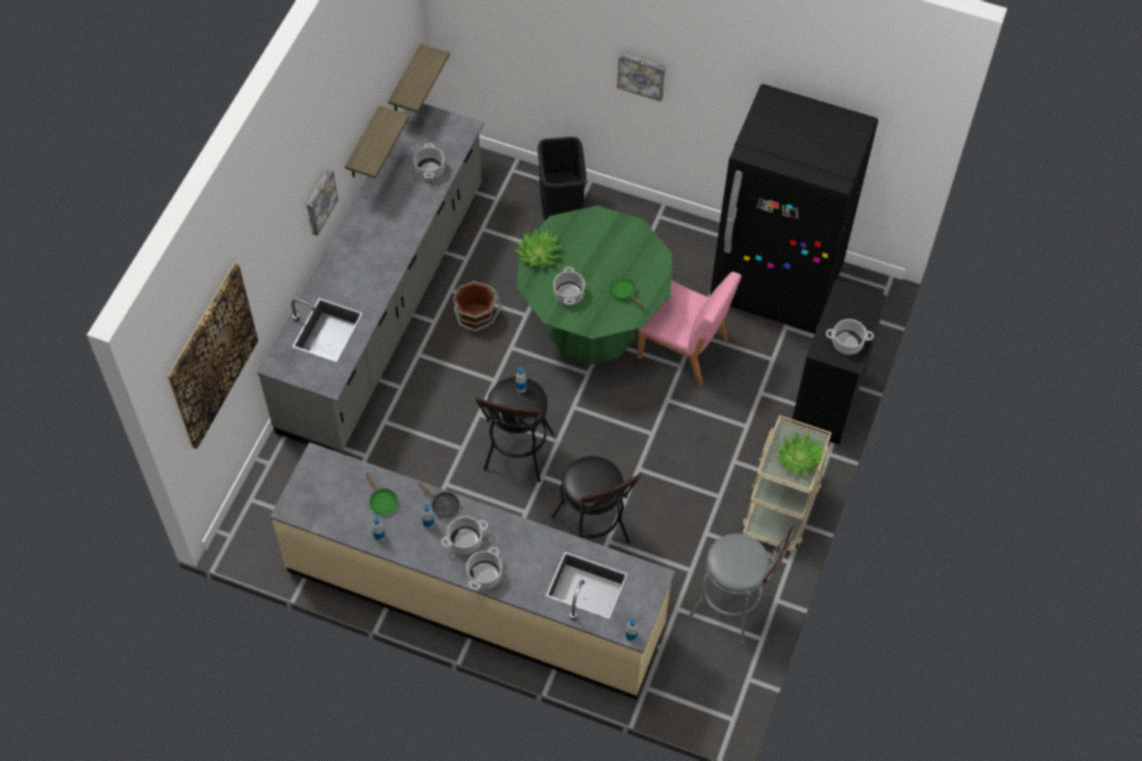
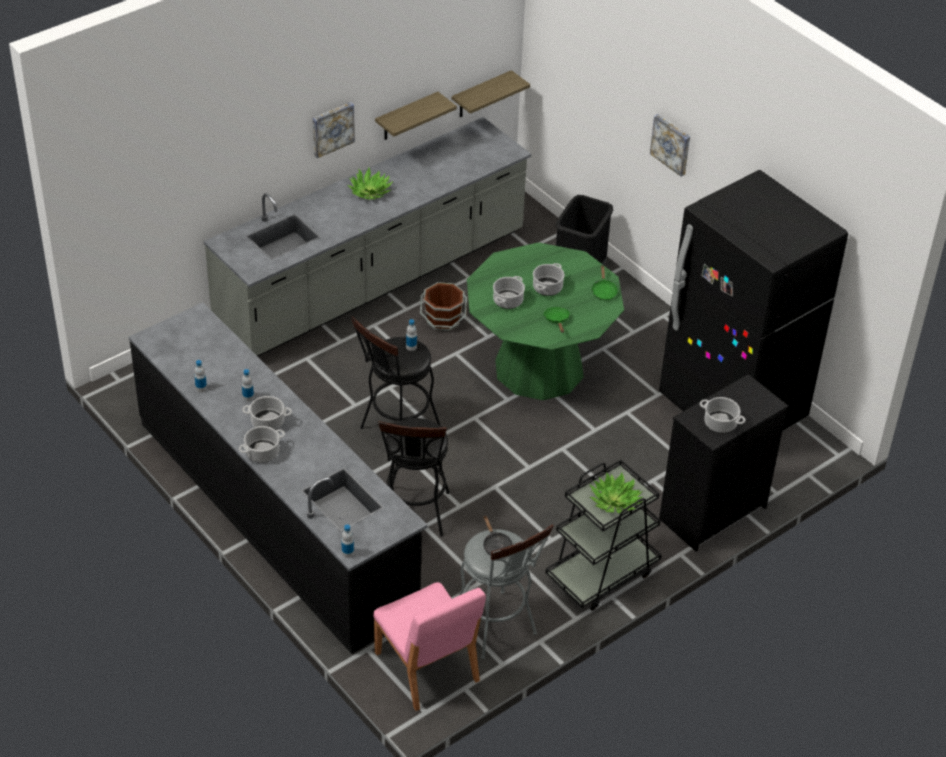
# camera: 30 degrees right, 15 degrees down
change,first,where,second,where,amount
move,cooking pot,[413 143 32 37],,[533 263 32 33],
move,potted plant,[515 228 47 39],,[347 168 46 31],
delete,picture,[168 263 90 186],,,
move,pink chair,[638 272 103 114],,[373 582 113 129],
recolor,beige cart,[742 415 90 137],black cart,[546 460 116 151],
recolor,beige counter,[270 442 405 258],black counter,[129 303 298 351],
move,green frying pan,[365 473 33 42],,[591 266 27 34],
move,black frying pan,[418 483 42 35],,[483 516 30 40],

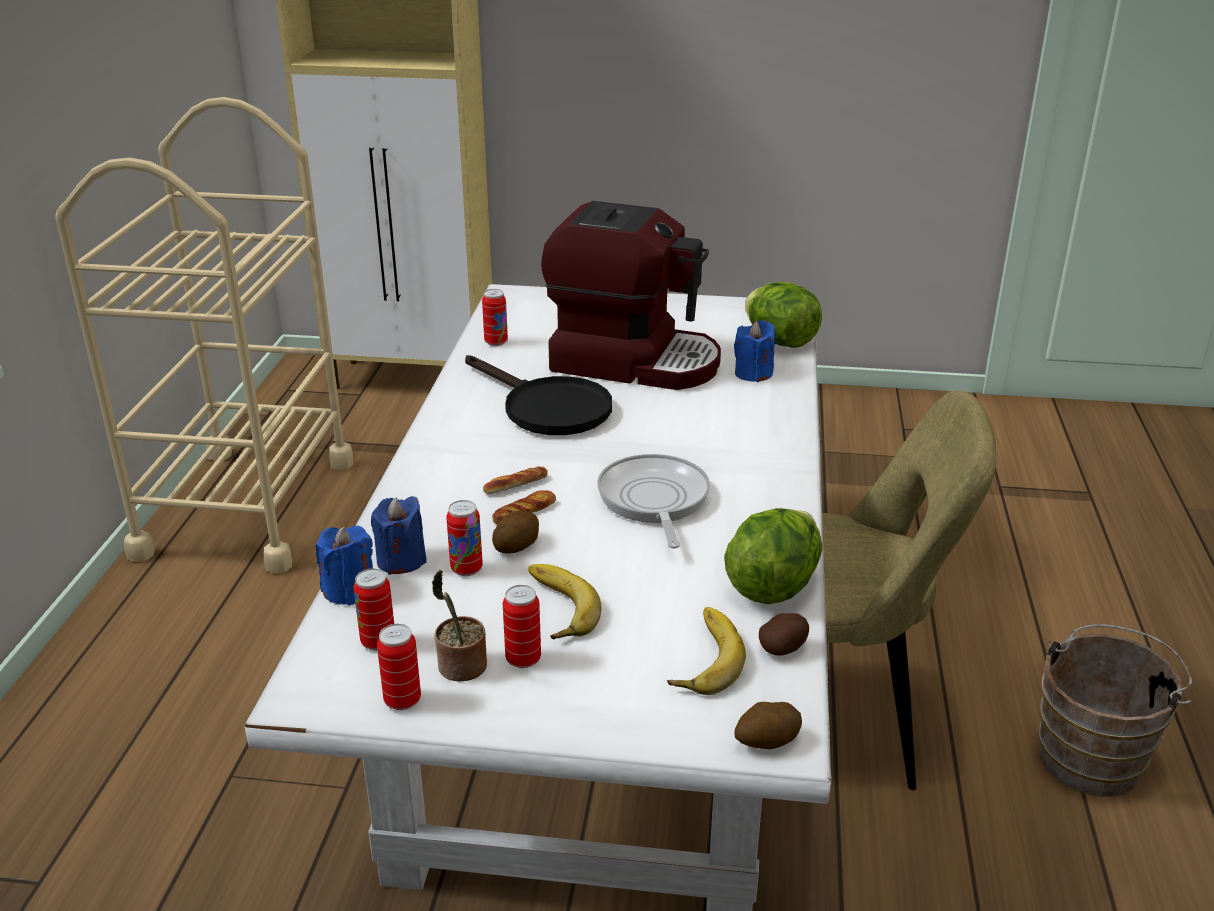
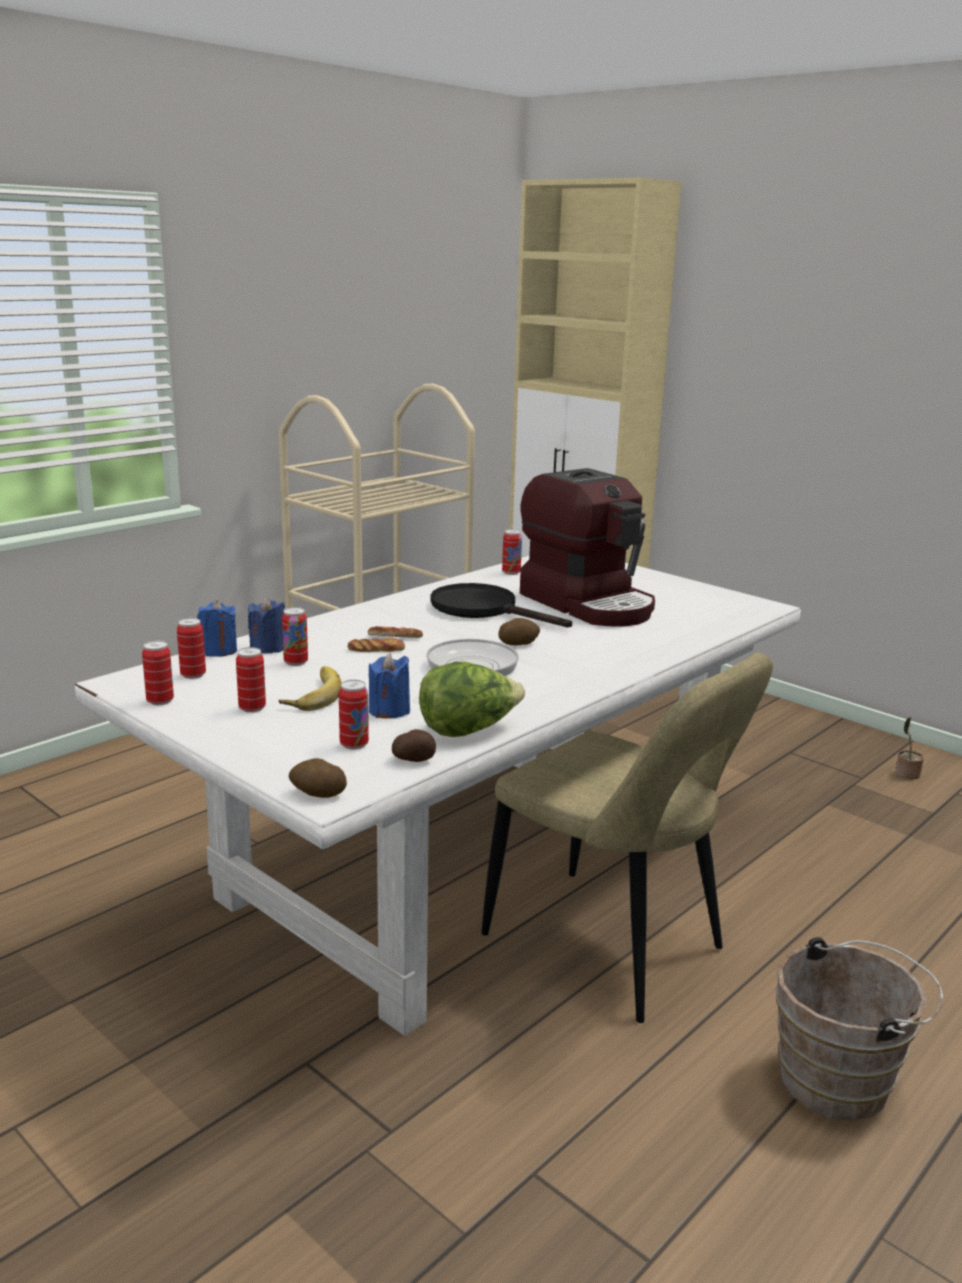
# camera: 35 degrees right, 10 degrees down
change,first,where,second,where,amount
delete,lettuce,[745 282 77 66],,,
move,blue candle,[734 320 41 62],,[368 653 42 65],
rotate,black frying pan,[465 355 147 80],,[431 583 141 44],135 degrees clockwise
move,potato,[492 511 47 43],,[498 618 42 27],
move,potted plant,[432 570 55 112],,[895 717 29 63],
replace,banana,[667 607 79 88],can,[339 680 30 70],

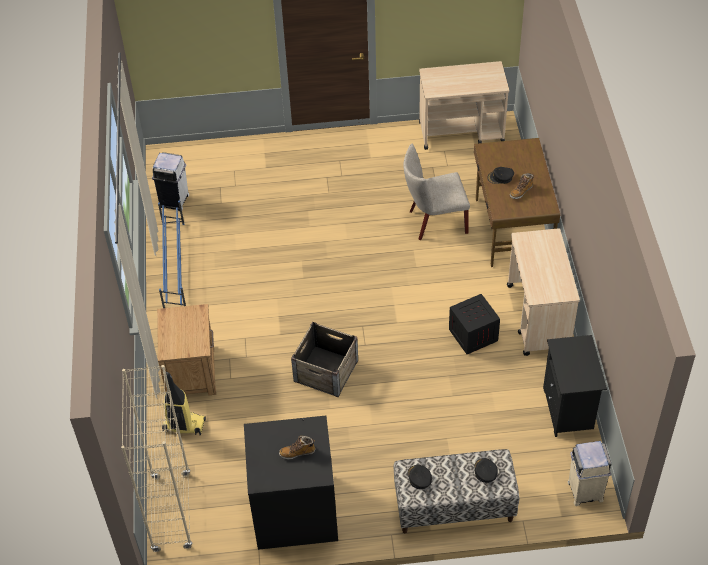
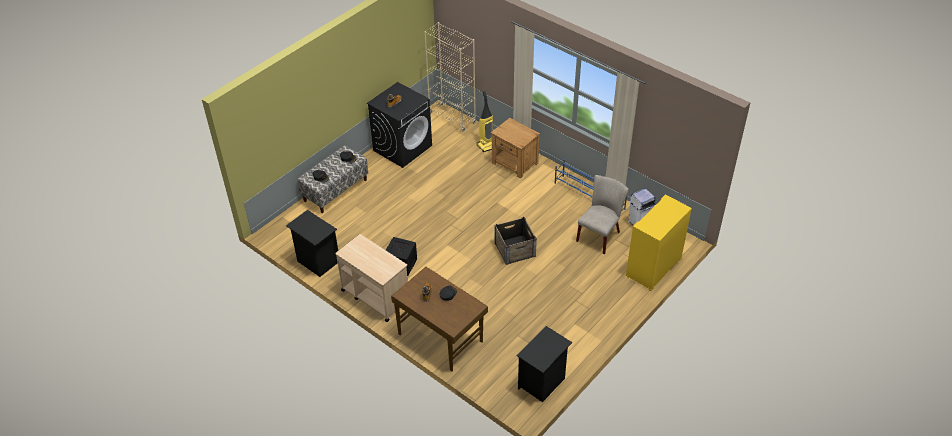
# camera: 135 degrees right, 5 degrees down
change,first,where,second,where,amount
replace,beige cart,[419 61 90 89],black nightstand,[517 326 55 76],
move,beige chair,[403 143 67 97],,[576 175 53 79],
move,crate,[291 322 67 75],,[495 217 42 48],
delete,beige trash can,[567 441 45 65],,,
insert,,,yellow cabinet,[626 195 66 96],

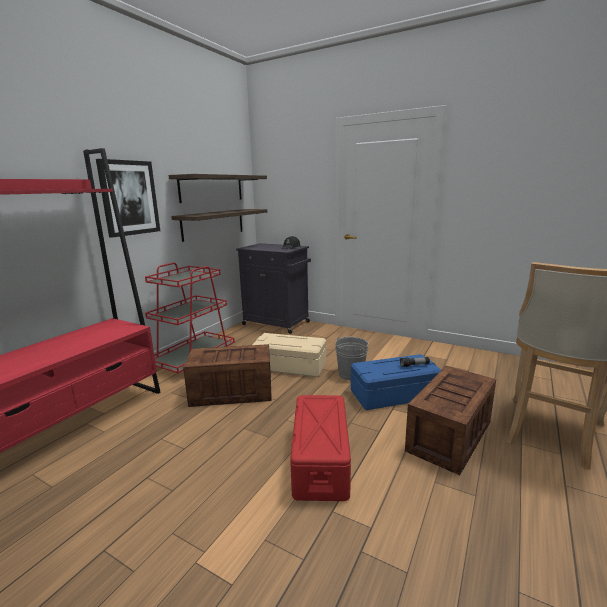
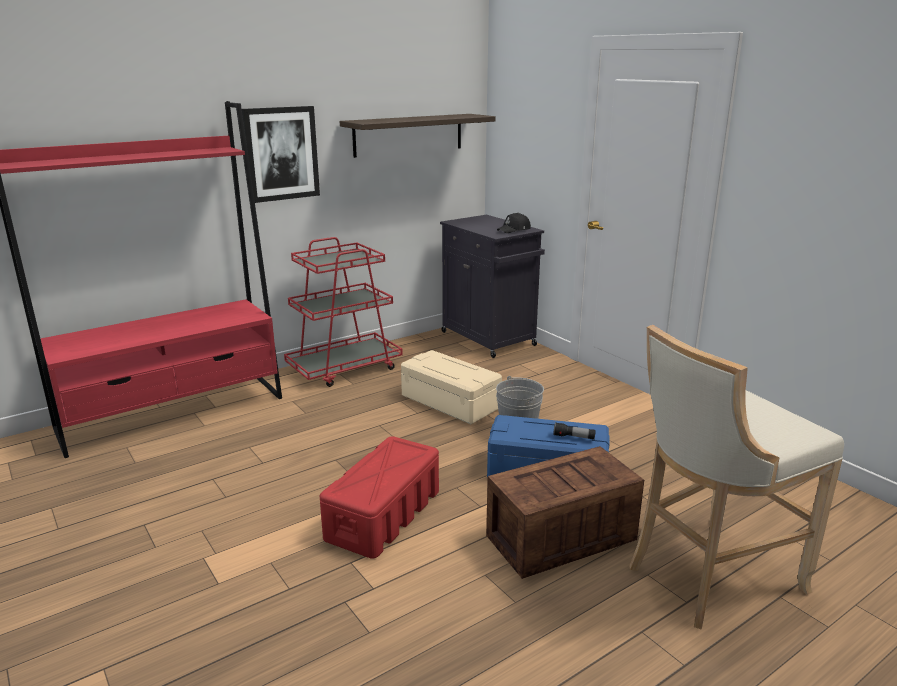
# camera: 25 degrees right, 5 degrees up
change,first,where,second,where,amount
delete,shelf,[171 209 96 33],,,
delete,crate,[183 344 89 63],,,

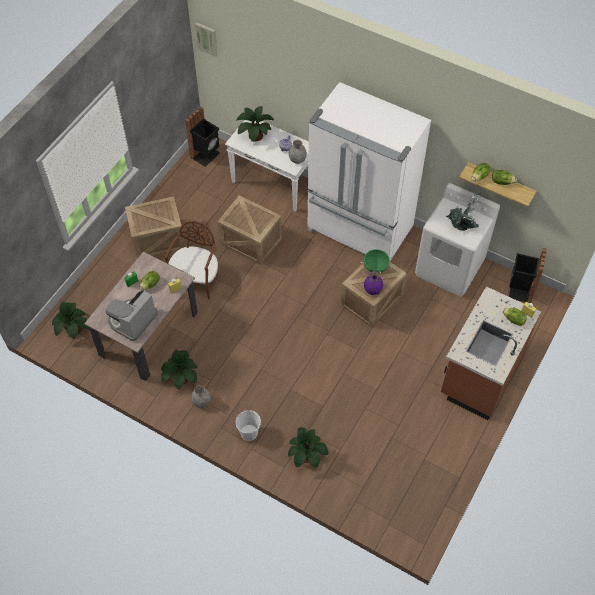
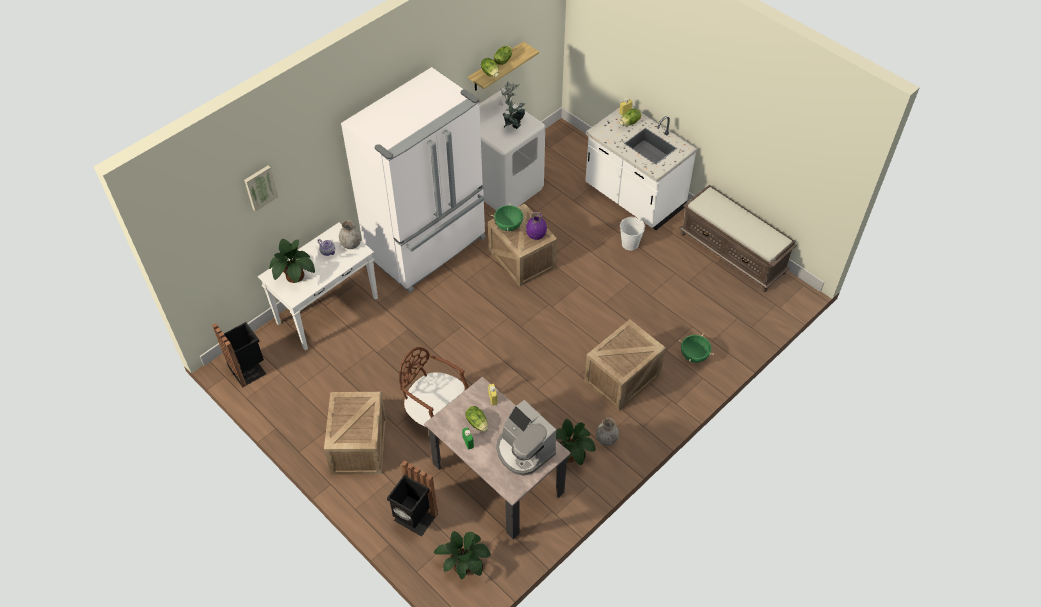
# camera: 75 degrees left, 5 degrees down
change,first,where,second,where,amount
move,picture,[195 22 23 35],,[244 166 34 46],
move,crate,[218 195 64 70],,[584 319 82 92],
move,black trash can,[509 248 38 55],,[387 460 51 77],
recolor,brown counter,[441 286 100 134],white counter,[585 107 112 123],
move,white bucket,[236 410 25 31],,[620 217 26 34],
replace,potted plant,[288 427 41 41],green cooking pot,[679 334 35 29],
insert,,,brown bench,[679 185 118 107],

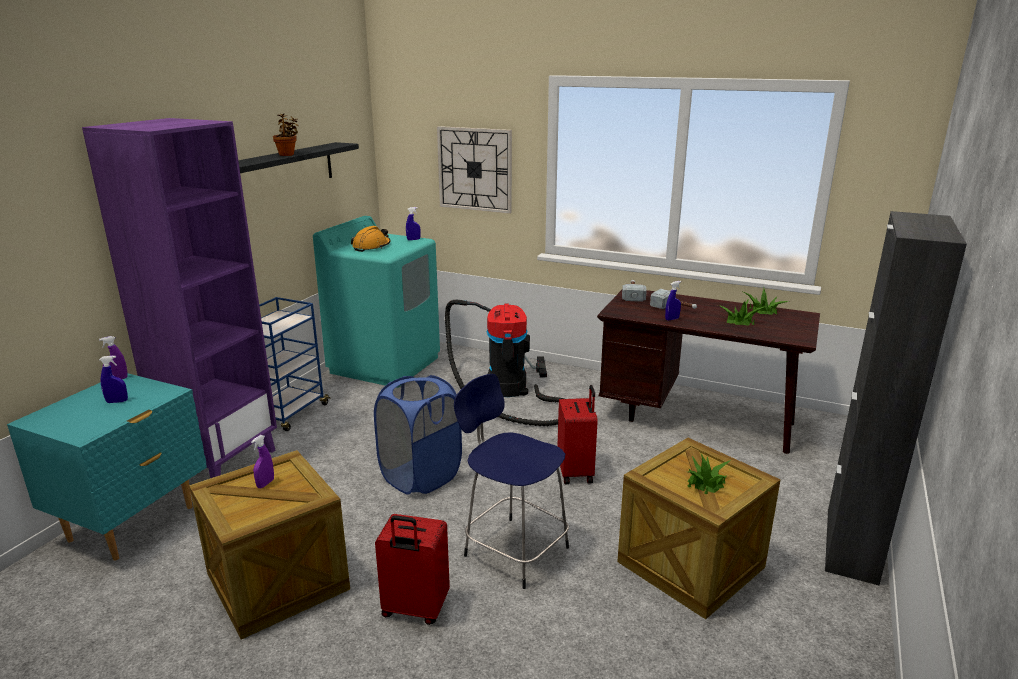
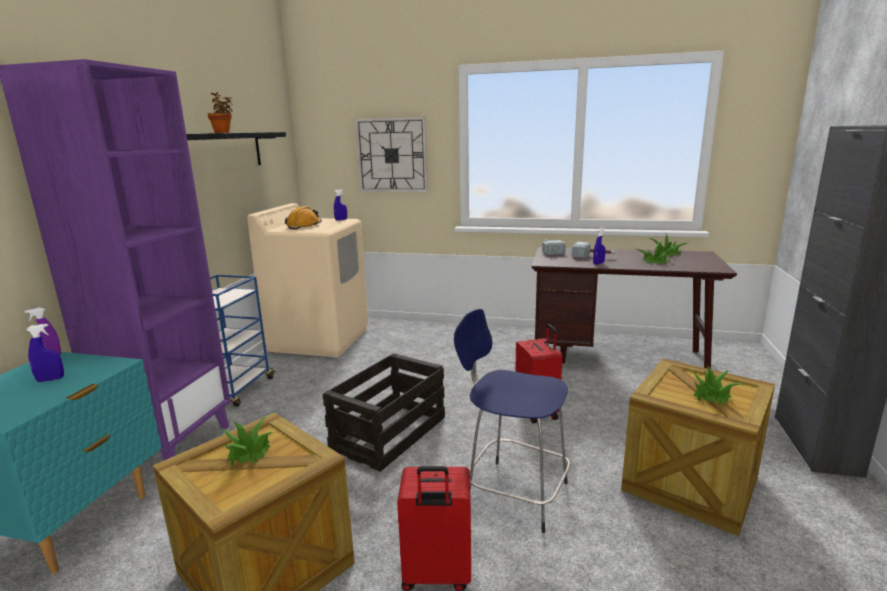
# camera: 10 degrees left, 5 degrees down
change,first,where,second,where,amount
recolor,turquoise washing machine,[313 216 127 170],beige washing machine,[247 203 121 154],
delete,vacuum cleaner,[445 300 120 126],,,
replace,blue laundry basket,[374 375 88 120],crate,[322 353 123 119],
replace,purple spray bottle,[251 435 23 53],potted plant,[222 416 51 50],

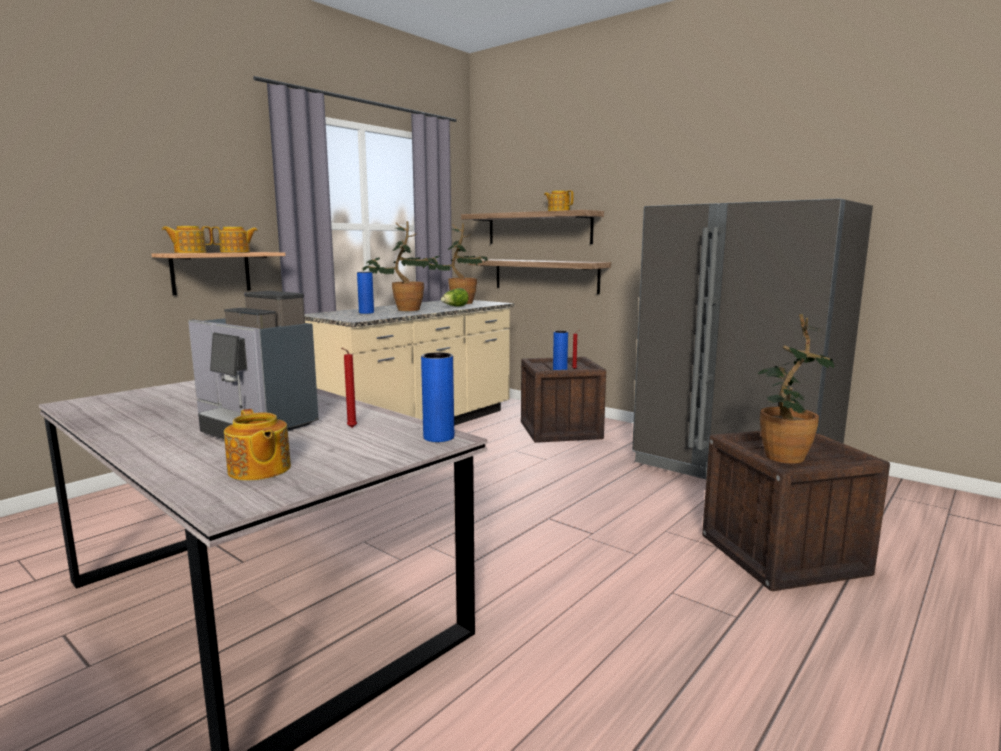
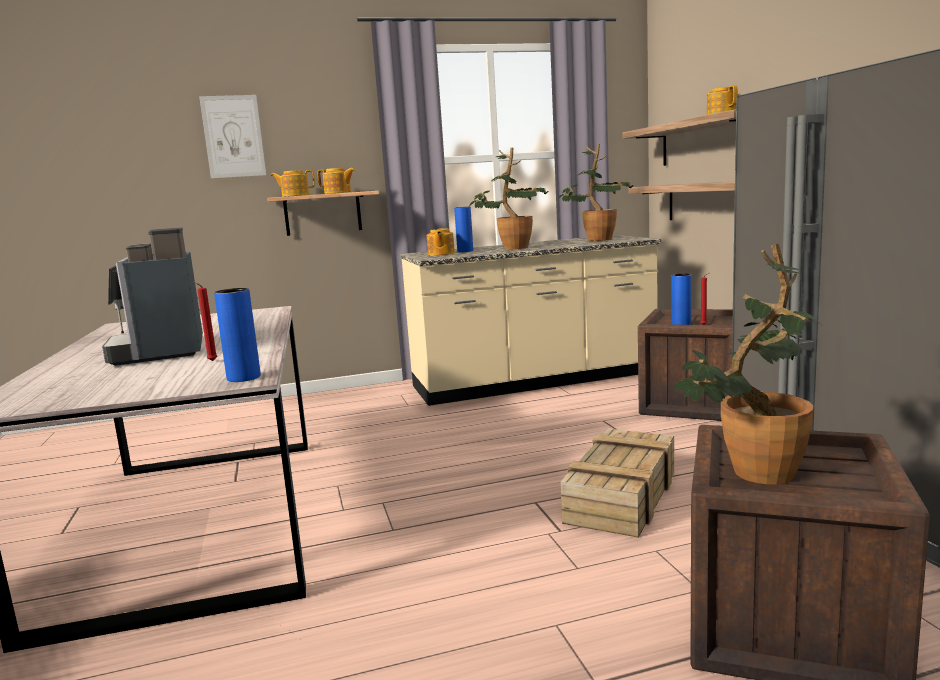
# camera: 35 degrees right, 0 degrees up
change,first,where,second,where,amount
delete,lettuce,[441 288 28 19],,,
move,teapot,[224 409 67 72],,[427 228 28 28],
insert,,,picture,[199 95 67 83],
insert,,,crate,[560 429 114 109],

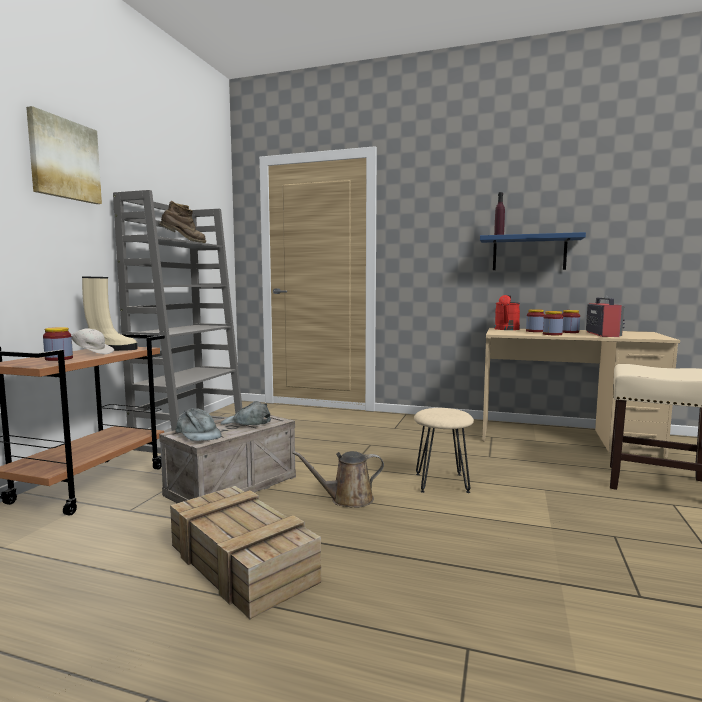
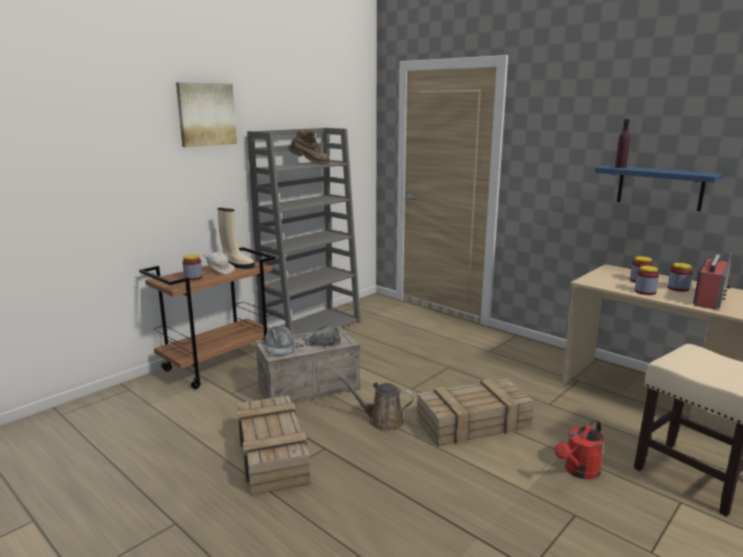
# camera: 25 degrees right, 10 degrees up
change,first,where,second,where,amount
move,red watering can,[495 295 25 35],,[555 419 50 60],
replace,beige stool,[414 408 60 85],crate,[417 379 117 67],

